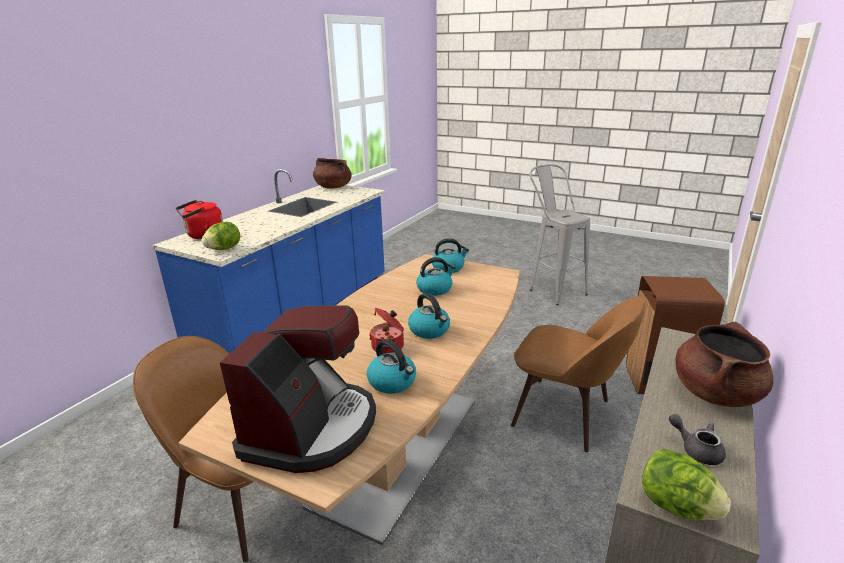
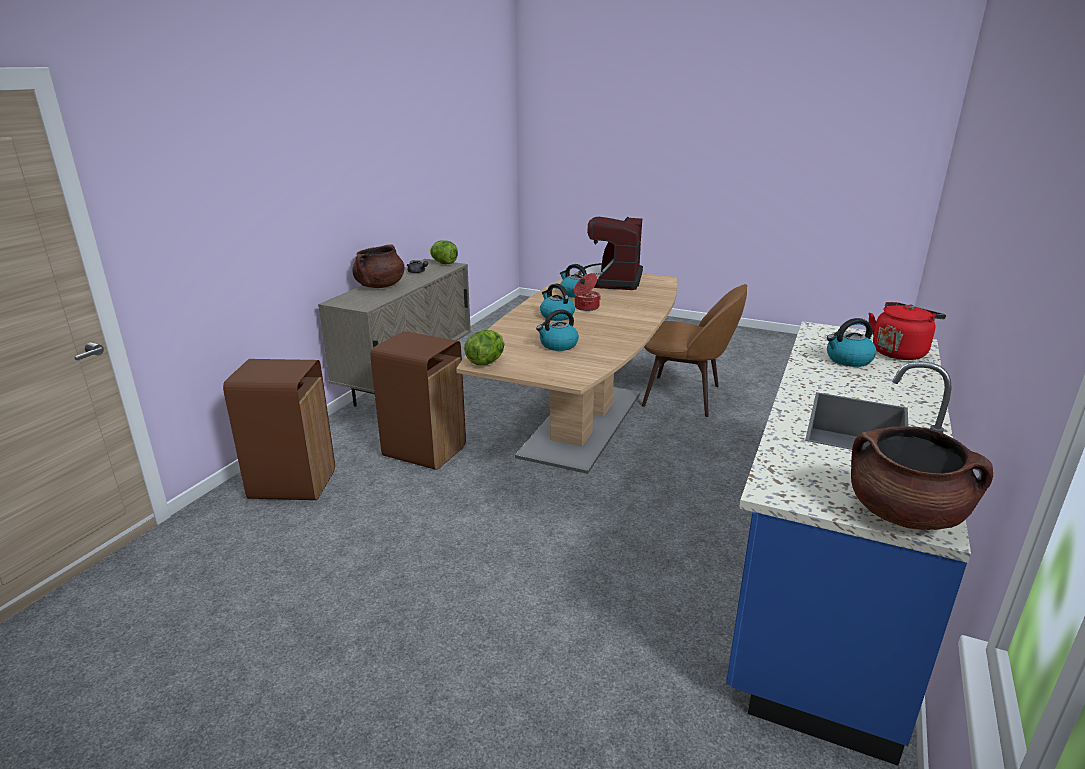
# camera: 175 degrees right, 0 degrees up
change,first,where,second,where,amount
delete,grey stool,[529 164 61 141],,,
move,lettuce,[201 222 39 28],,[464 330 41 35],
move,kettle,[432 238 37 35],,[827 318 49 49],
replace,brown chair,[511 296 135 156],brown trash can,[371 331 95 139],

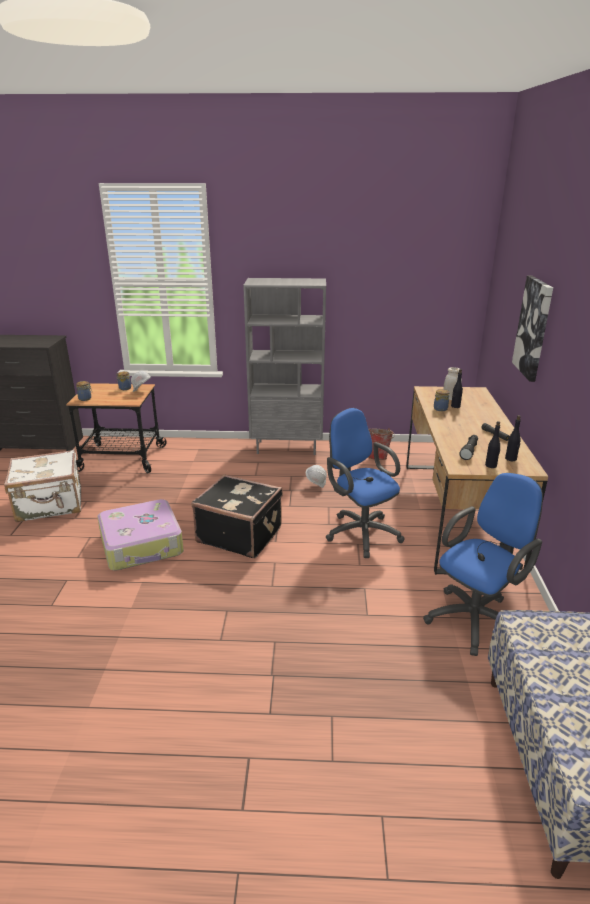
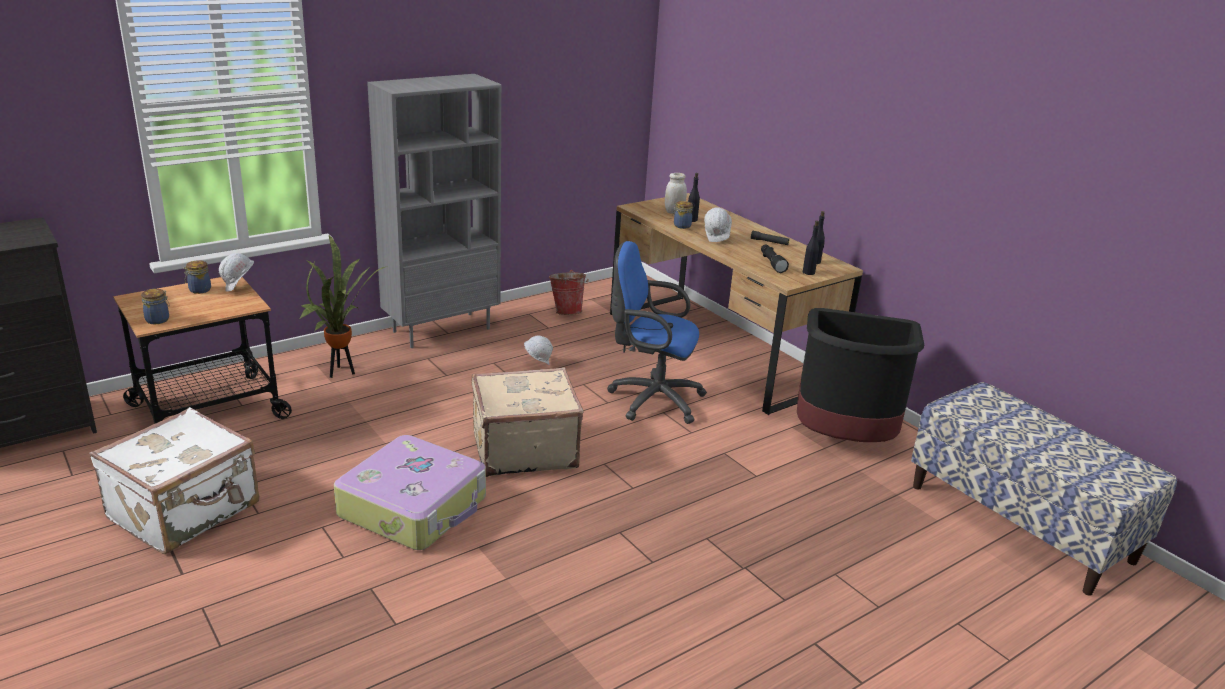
# camera: 40 degrees left, 0 degrees up
change,first,where,second,where,amount
delete,picture,[512 276 41 106],,,
replace,blue office chair,[423 473 120 183],black trash can,[797 308 127 134],
recolor,black suitcase,[192 474 91 84],beige suitcase,[472 367 111 110],
insert,,,white hard hat,[704 207 28 35],
insert,,,potted plant,[299 235 86 143],

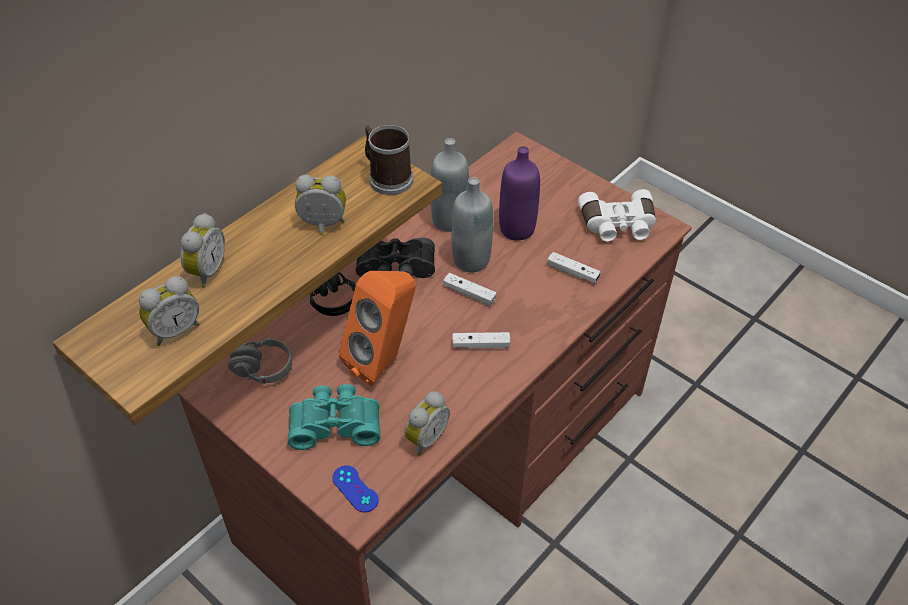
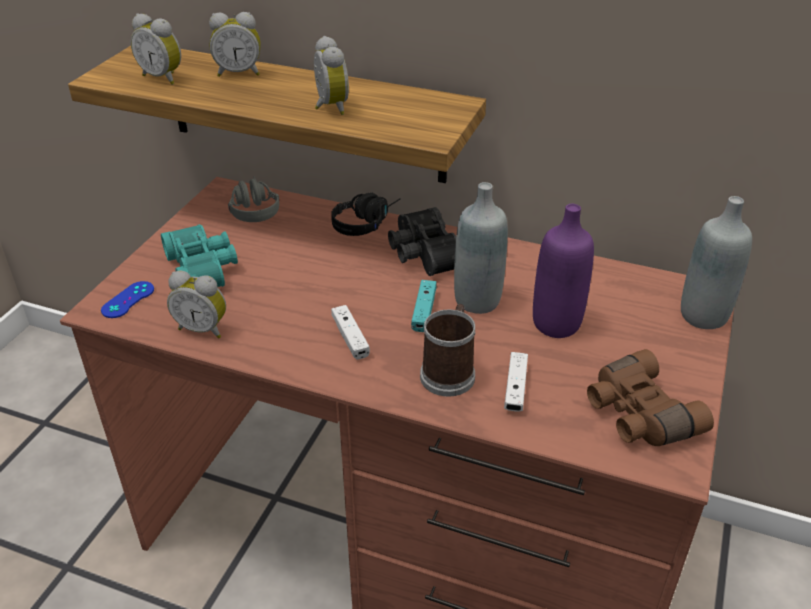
# camera: 70 degrees right, 10 degrees down
change,first,where,second,where,amount
move,mug,[365 125 48 70],,[420 304 56 93],
move,grey bottle,[431 138 38 94],,[681 196 71 133],
recolor,white binoculars,[578 189 78 52],brown binoculars,[587 349 127 97],
delete,orange speaker,[339 271 77 115],,,
recolor,white game controller,[443 273 53 33],turquoise game controller,[411 280 26 52],

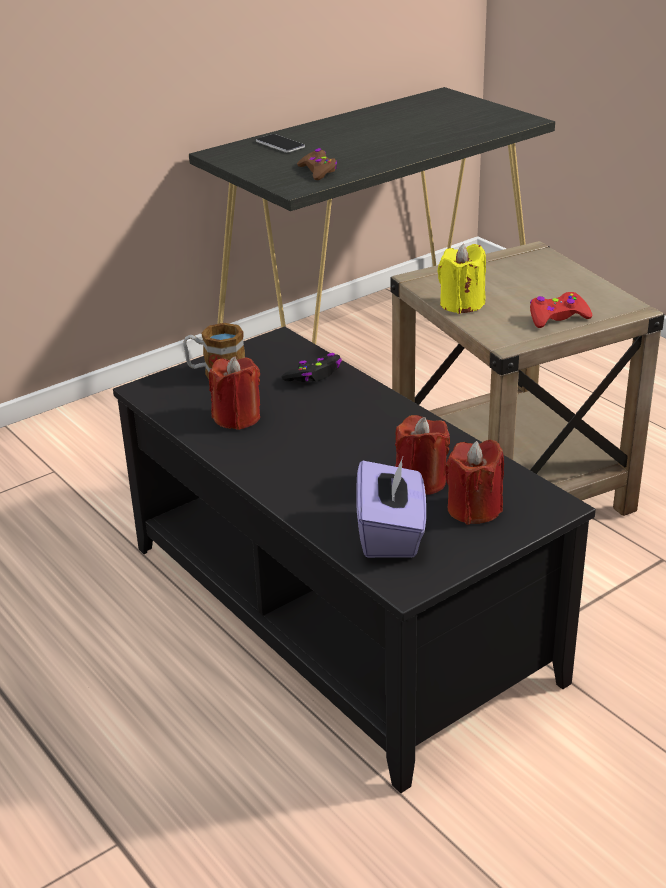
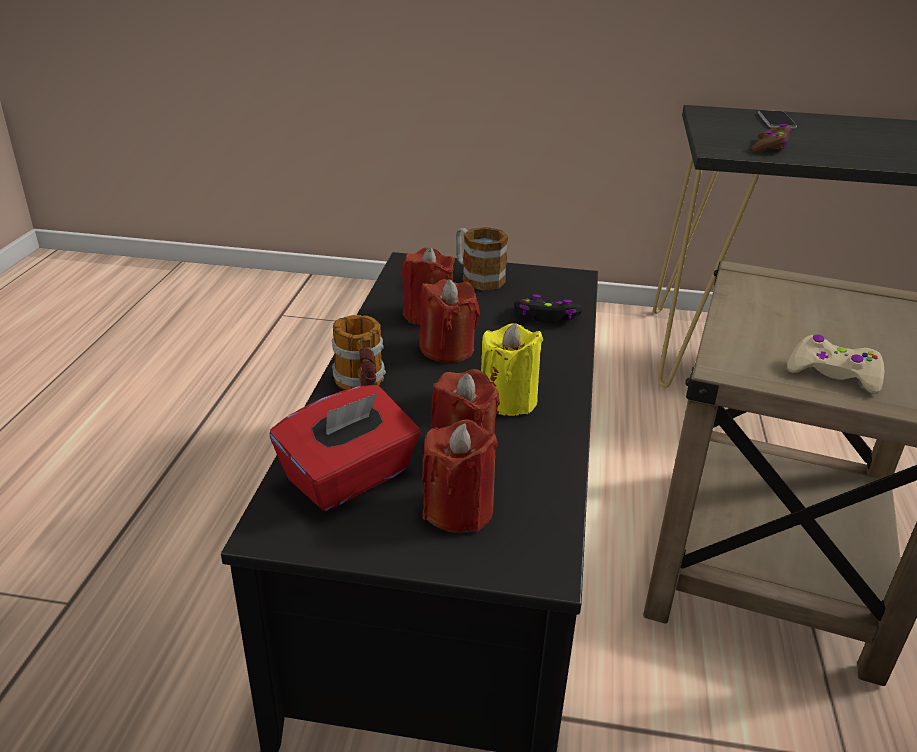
# camera: 45 degrees right, 0 degrees up
change,first,where,second,where,amount
move,yellow candle,[437 244 49 70],,[481 323 62 93],
recolor,red game controller,[530 292 62 36],beige game controller,[787 334 97 60],
recolor,purple tissue box,[356 457 70 101],red tissue box,[270 385 151 126],
insert,,,red candle,[419 279 61 84],
insert,,,mug,[332 315 54 75],

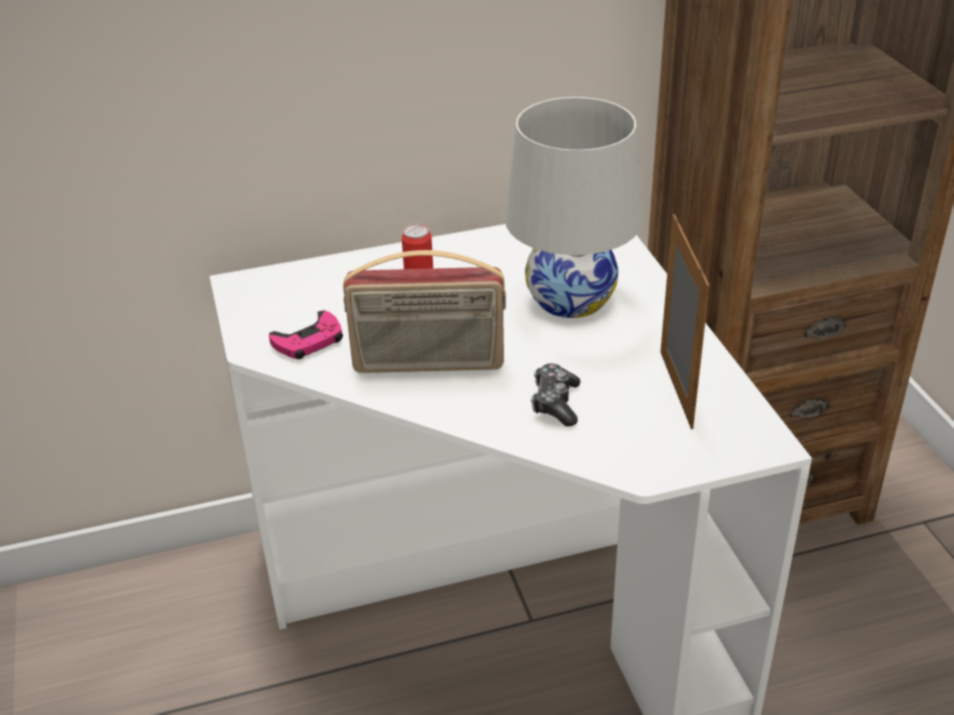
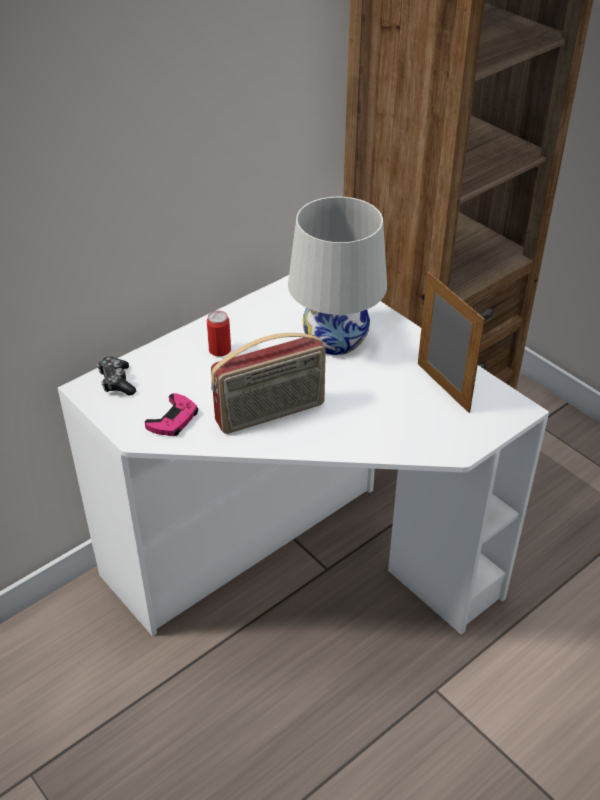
# camera: 25 degrees left, 5 degrees up
change,first,where,second,where,amount
move,game controller,[531 363 49 63],,[97 356 39 40],

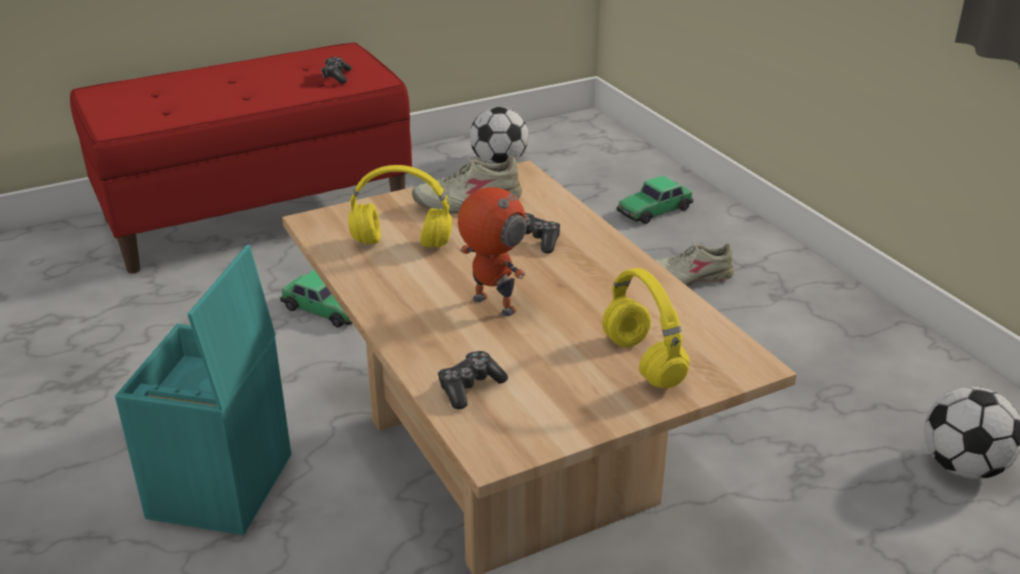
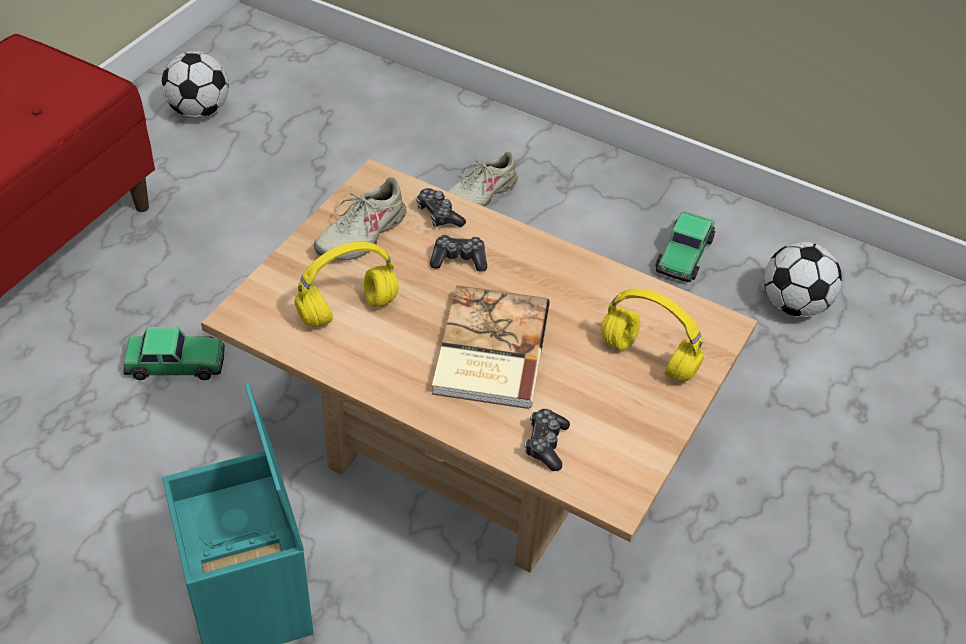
# camera: 35 degrees left, 15 degrees up
change,first,where,second,where,amount
move,game controller,[321 57 31 27],,[416 188 50 39],
move,toy car,[617 175 76 49],,[655 211 61 71],
replace,toy robot,[458 187 69 129],book,[432 285 118 124],

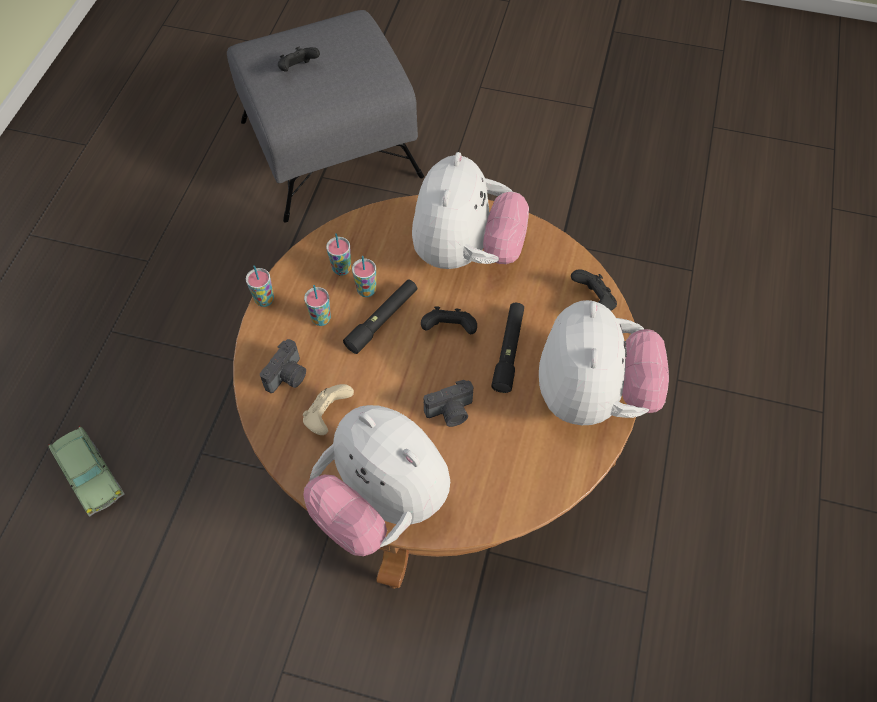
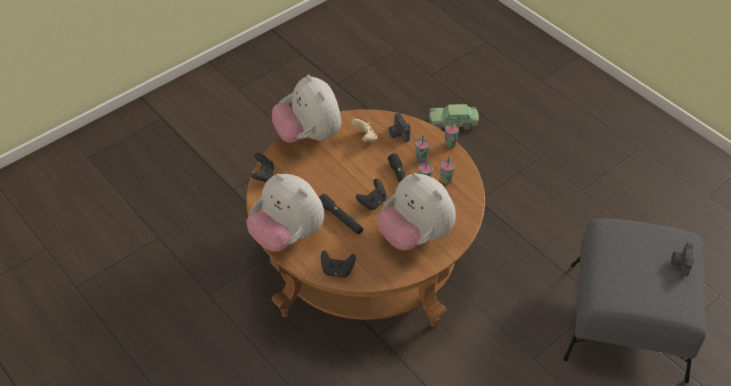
# camera: 125 degrees right, 10 degrees down
change,first,where,second,where,amount
move,black game controller,[278 47 42 25],,[251 153 23 29],
move,photo camera,[424 380 49 47],,[671 242 23 34],
rotate,plush toy,[303 405 147 151],,[272 75 69 68],105 degrees counterclockwise

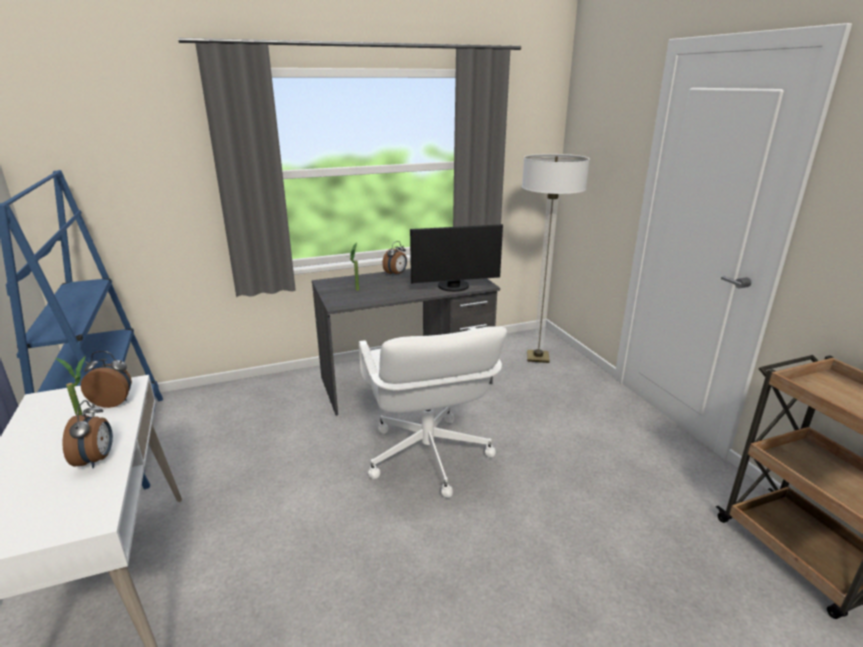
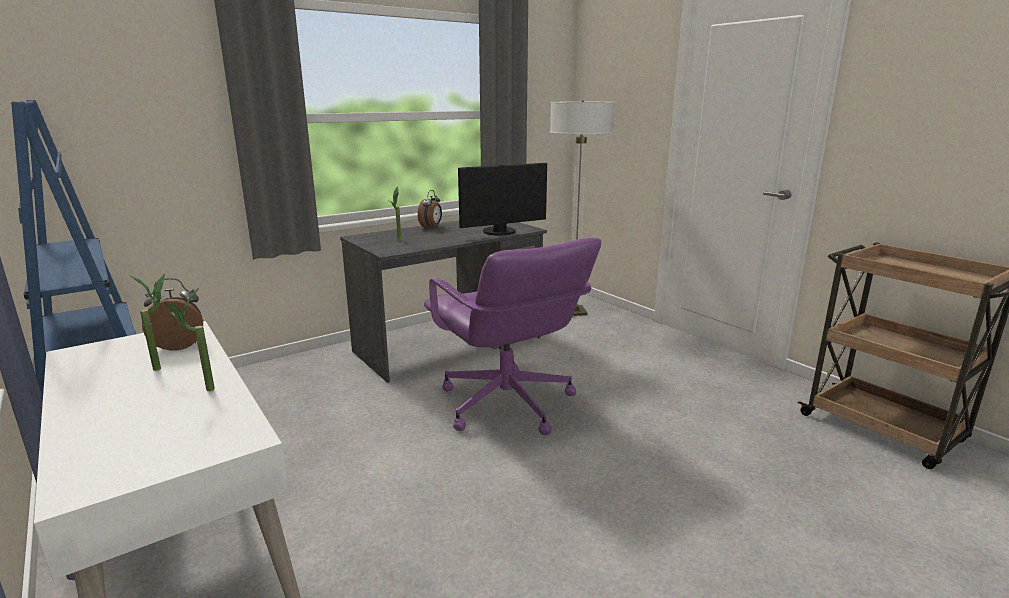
# camera: 15 degrees left, 5 degrees down
change,first,where,second,where,amount
recolor,white office chair,[359 326 148 172],purple office chair,[424 238 177 197],
replace,alarm clock,[62 400 51 68],potted plant,[164 287 51 104],

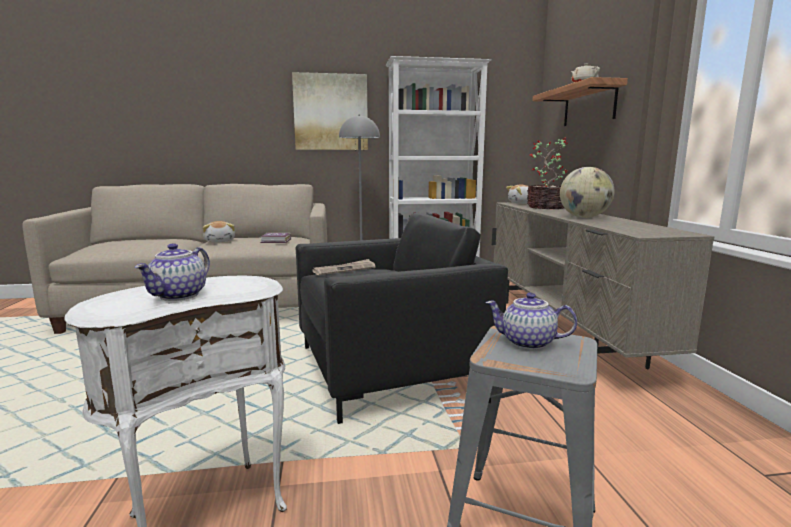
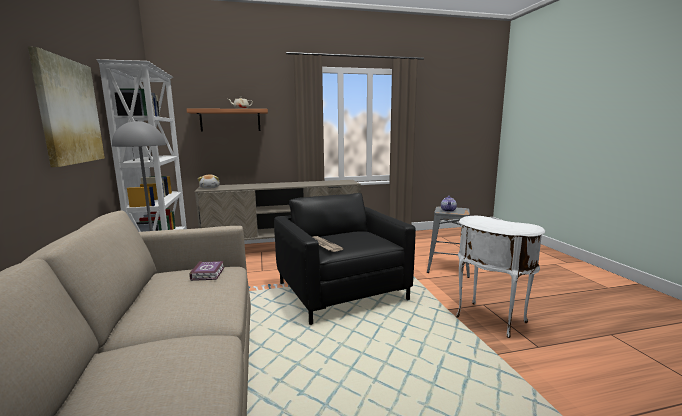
# camera: 95 degrees left, 0 degrees up
change,first,where,second,where,amount
delete,potted plant,[527 137 41 72],,,
delete,globe,[560 167 54 51],,,
delete,plush toy,[203 221 32 22],,,
delete,teapot,[135 243 75 58],,,

